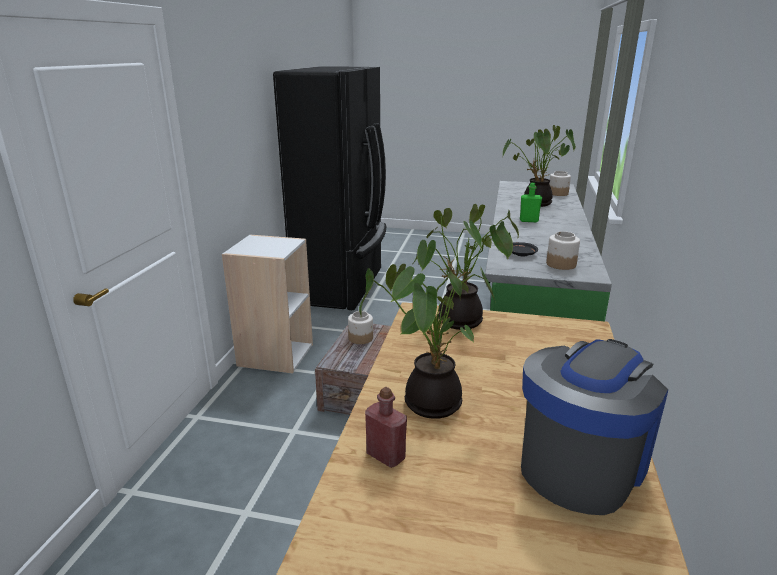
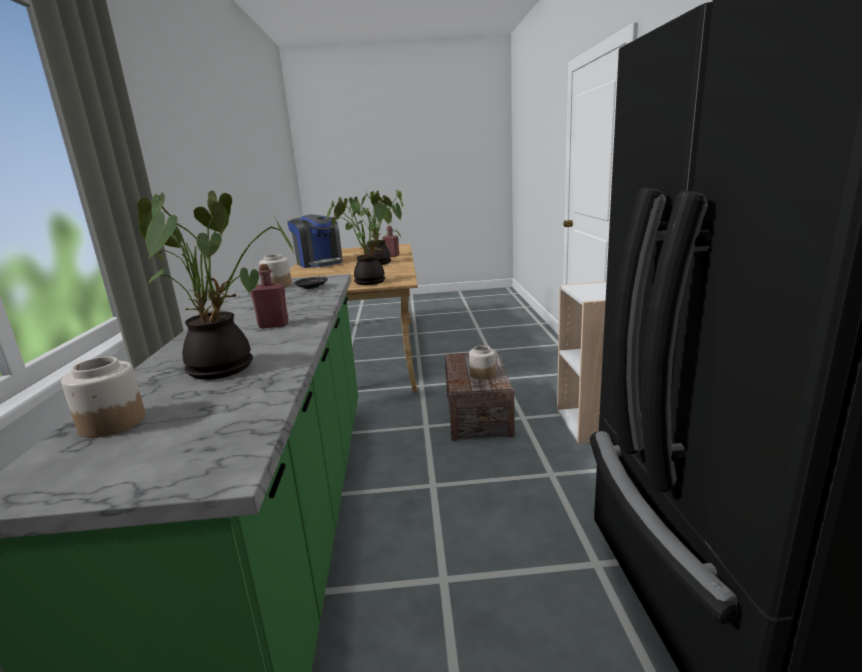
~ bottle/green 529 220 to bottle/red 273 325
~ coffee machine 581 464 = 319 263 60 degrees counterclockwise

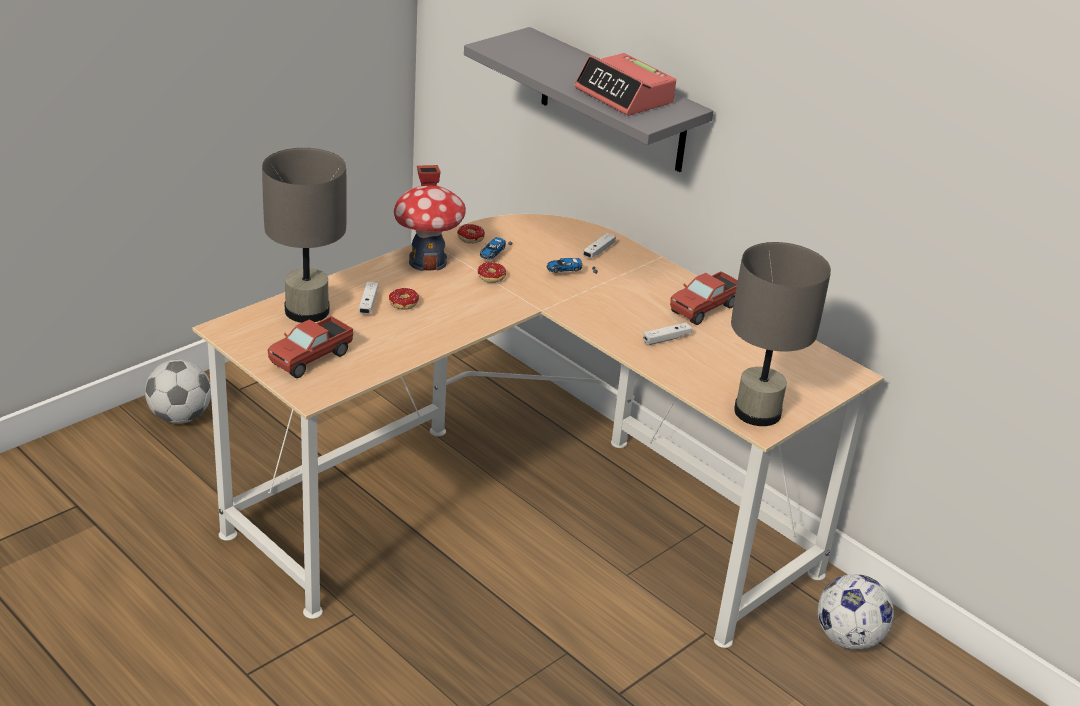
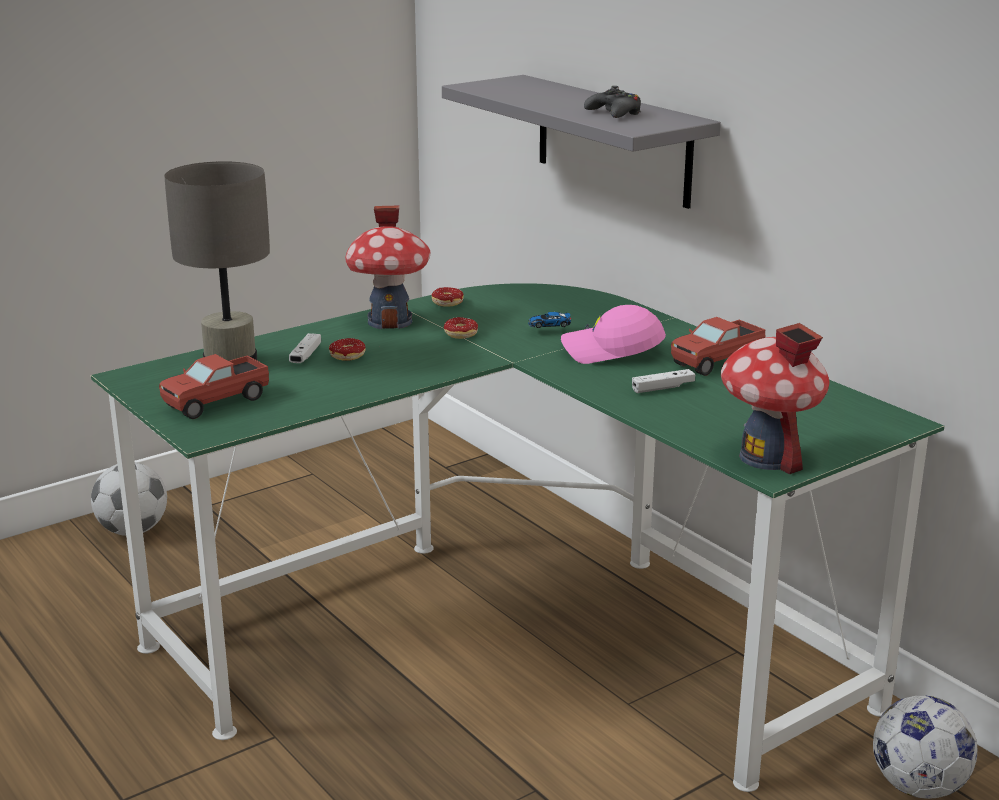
~ alarm clock 624 96 to game controller/black 614 113
~ desk/beige 524 510 to desk/green 511 631
- game controller/white 598 251
- toy car 496 253
~ table lamp/grey 757 413 to toy house 767 457
+ cap/pink 611 351

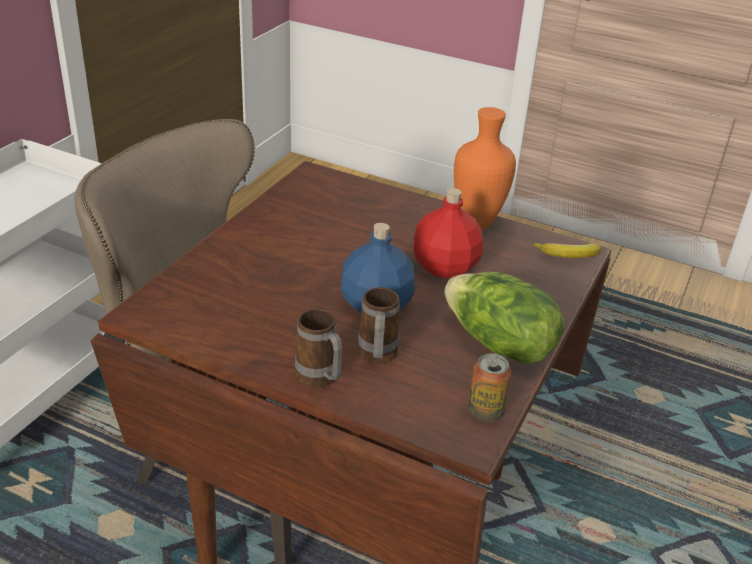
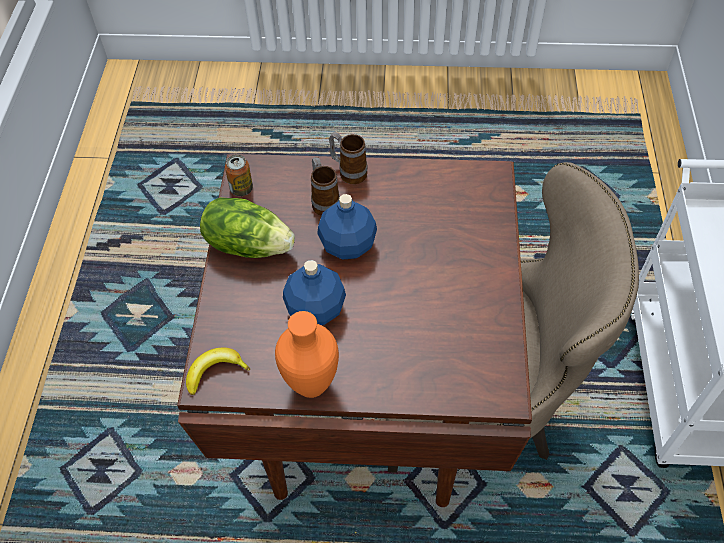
~ bottle/red 446 267 to bottle/blue 315 309

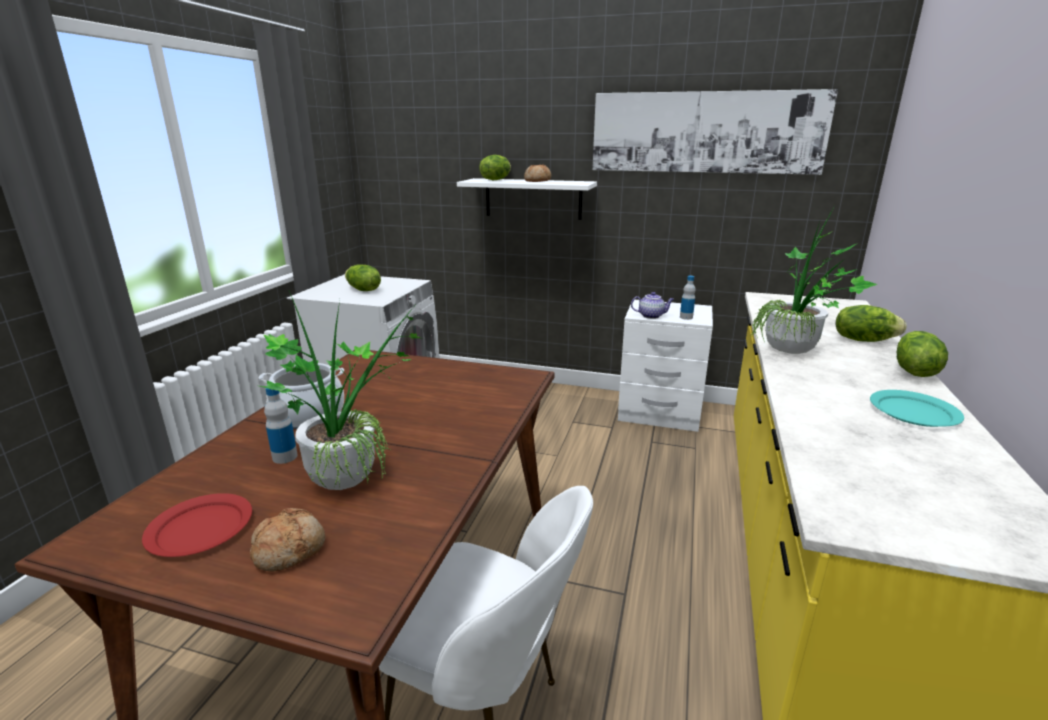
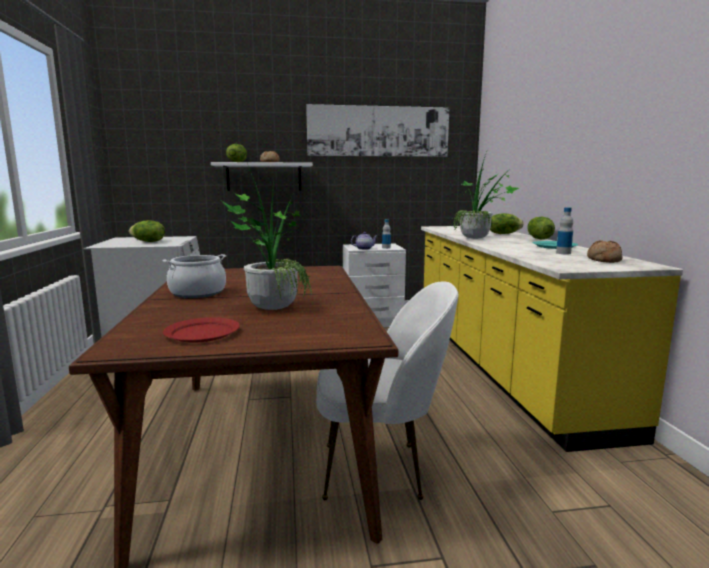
~ bottle 285 457 to 563 253
~ bread 289 549 to 603 260

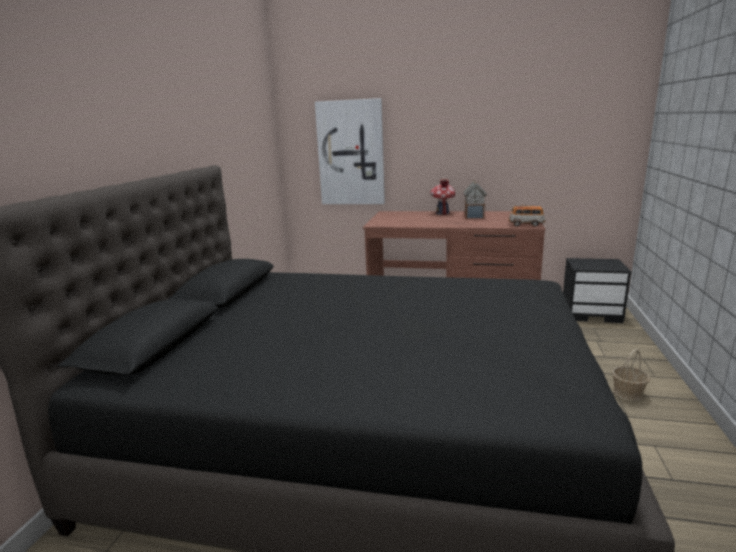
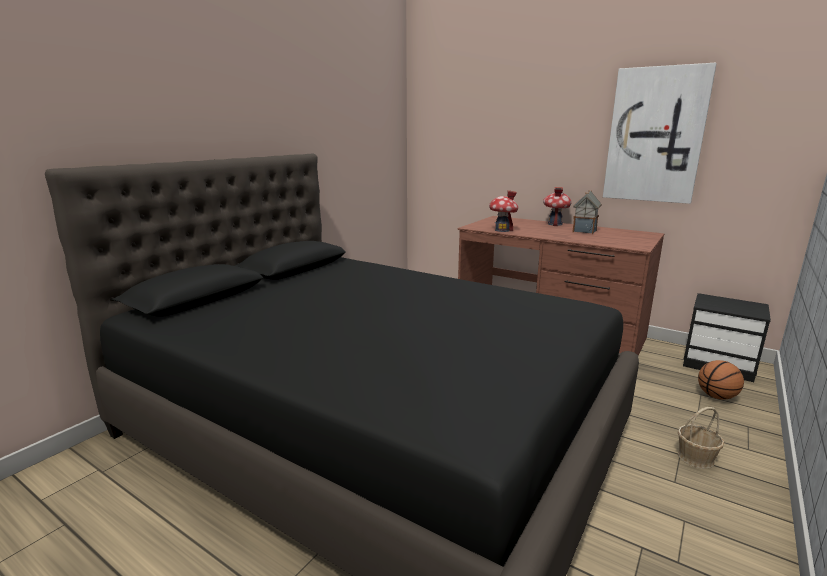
~ picture 351 153 to 655 135
- toy car 526 224
+ toy house 502 230
+ basketball 716 396

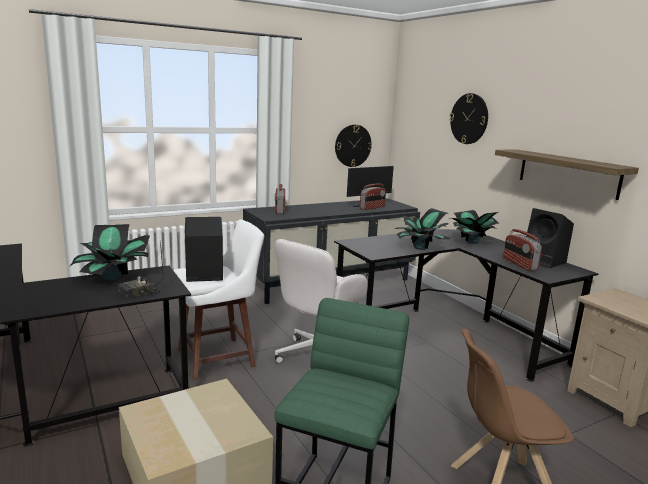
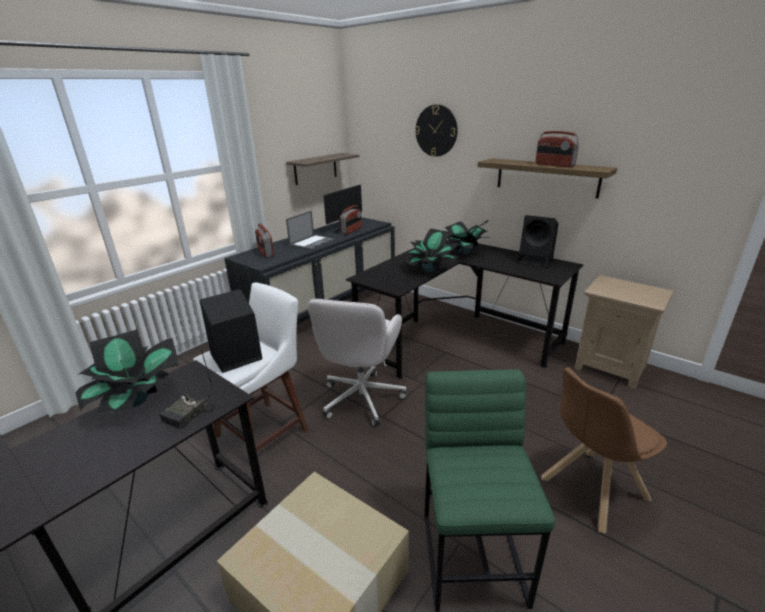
~ wall clock 353 145 to shelf 315 168
~ radio 519 264 to 554 165
+ laptop 312 243

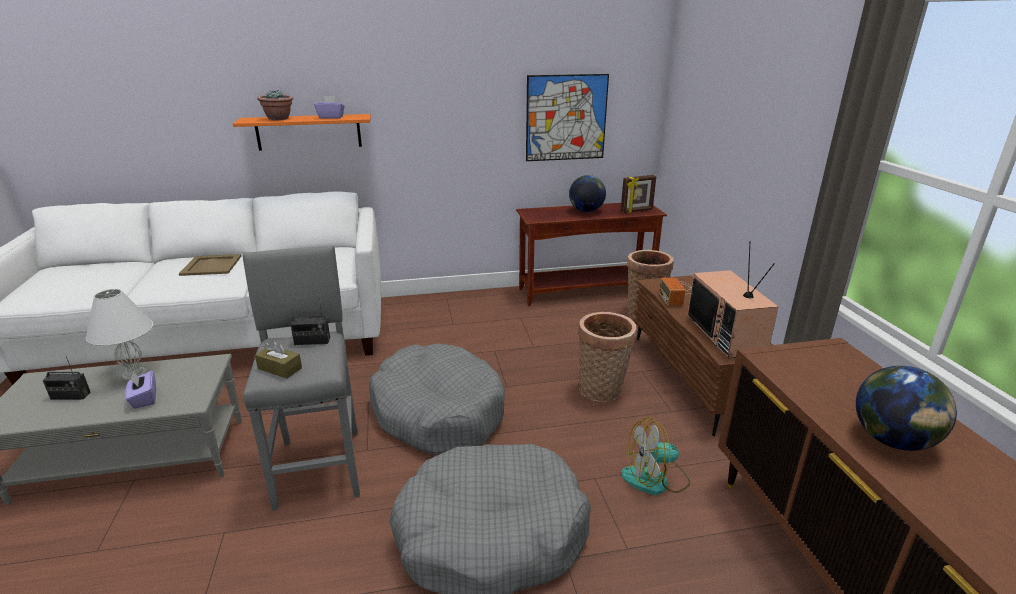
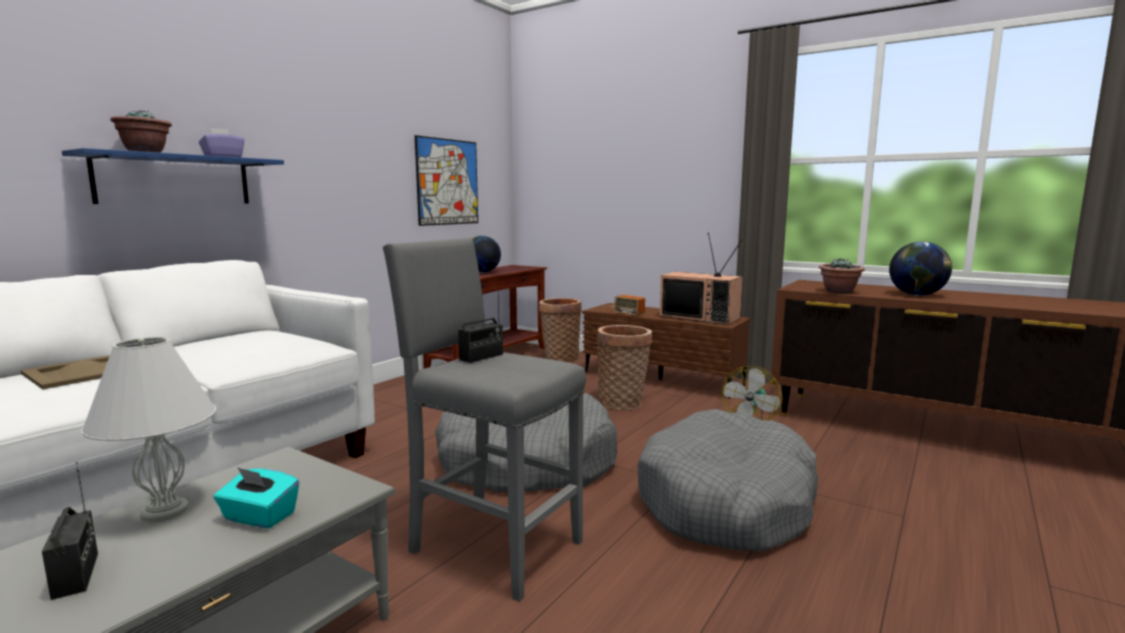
~ shelf/orange 308 132 to shelf/blue 175 180
- picture frame 637 211
- tissue box/brown 280 368
~ radio 70 396 = 76 575 75 degrees counterclockwise
~ tissue box/purple 144 399 to tissue box/turquoise 259 517
+ potted plant 839 292

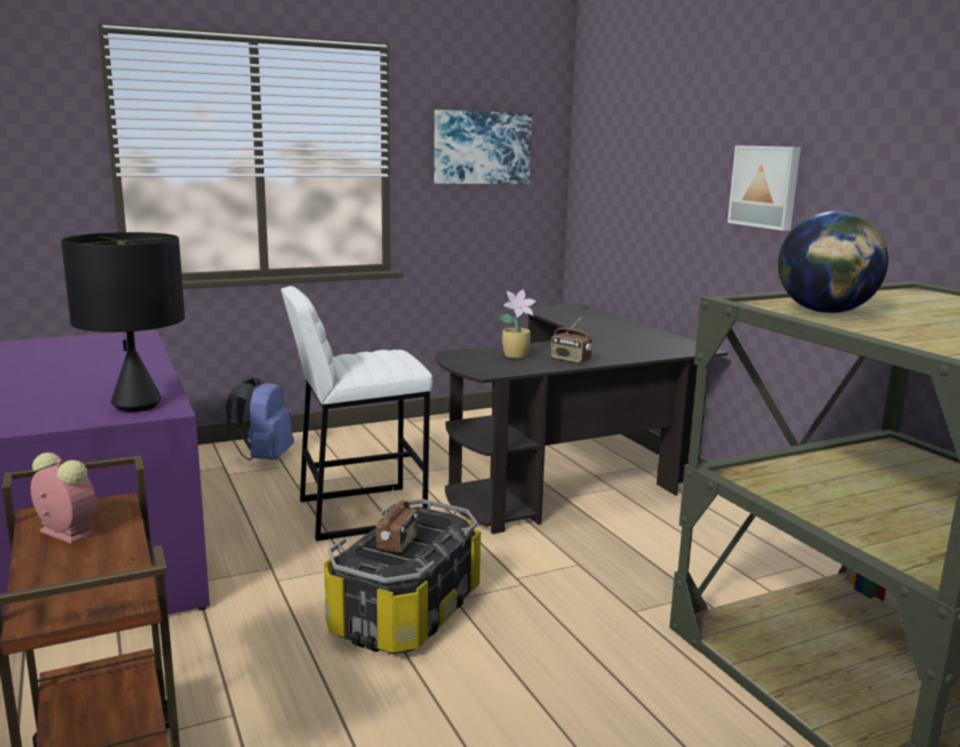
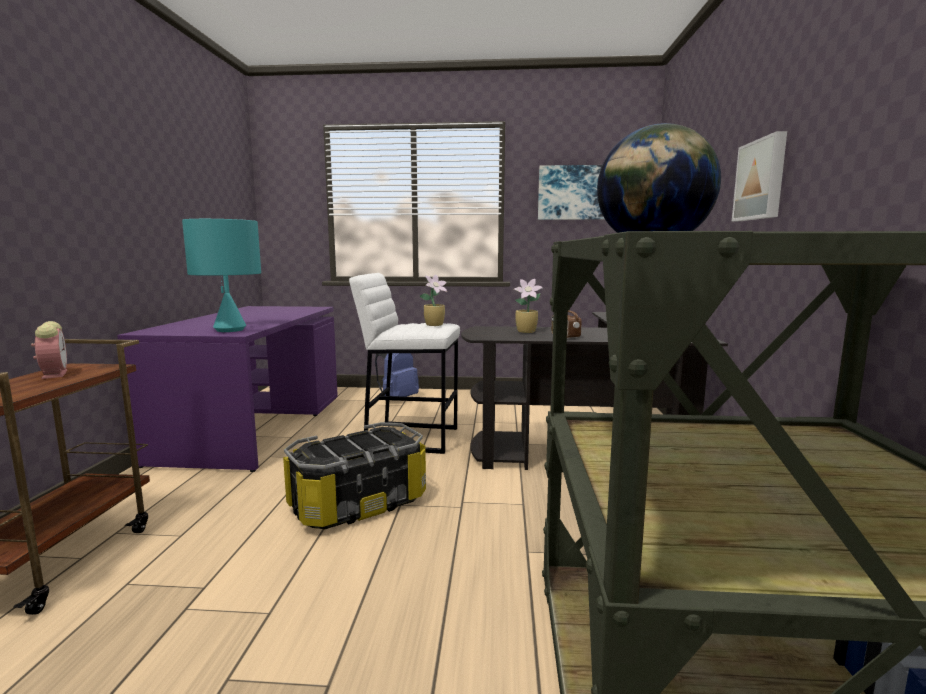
~ table lamp/black 137 406 to table lamp/turquoise 230 330
- radio 398 544
+ potted plant 435 325

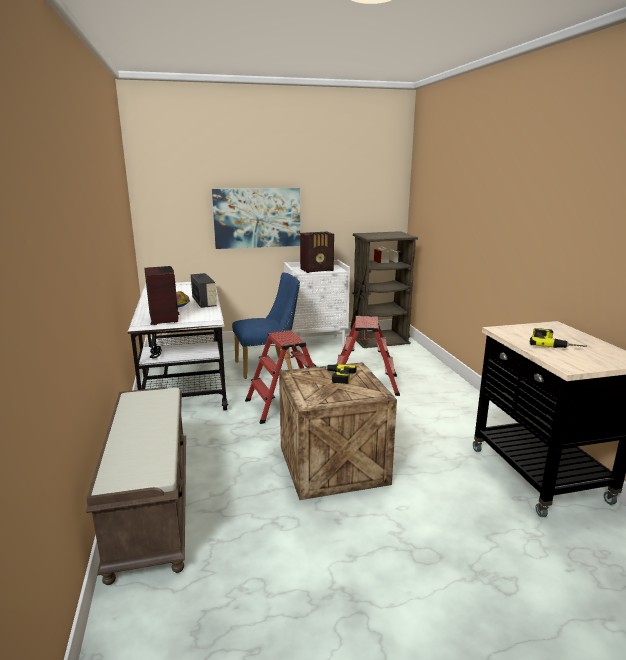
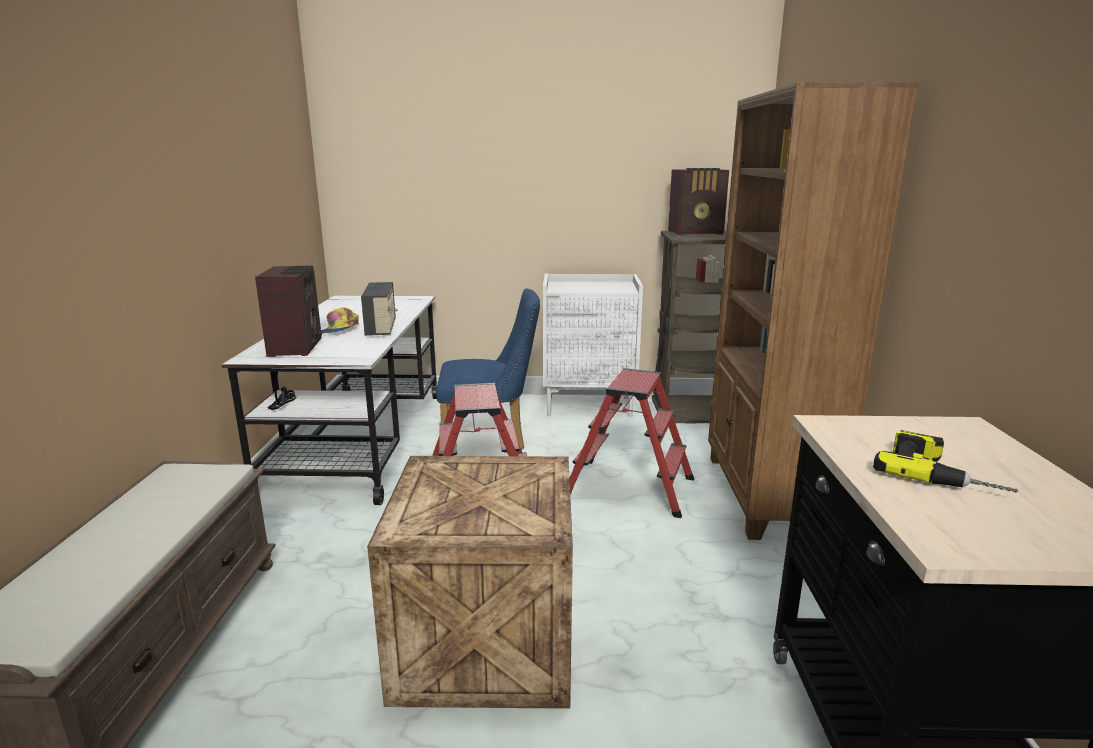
- picture 257 218
~ radio 317 270 to 696 233
- power drill 332 376
+ bookcase/brown 765 496

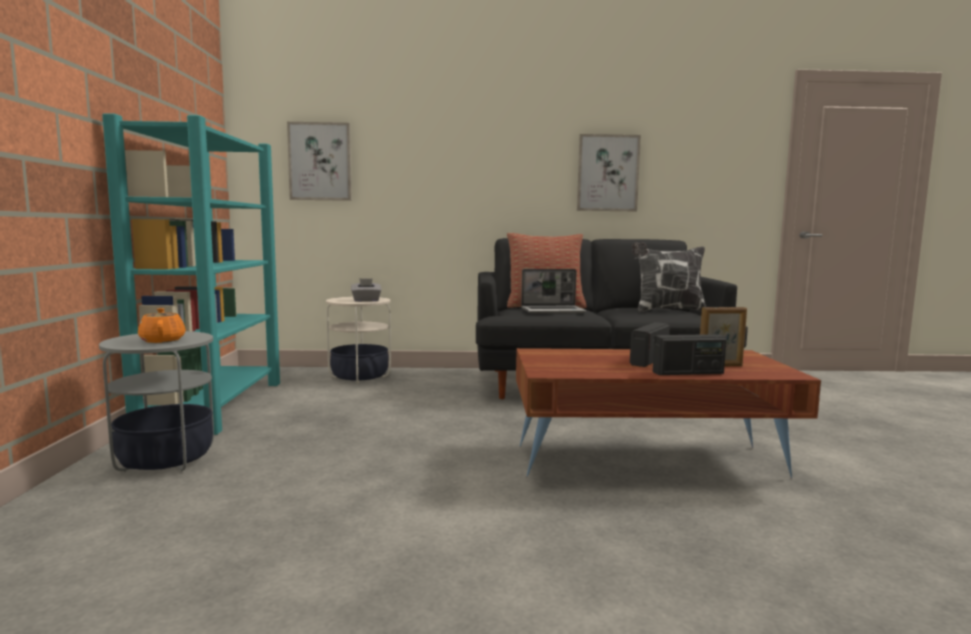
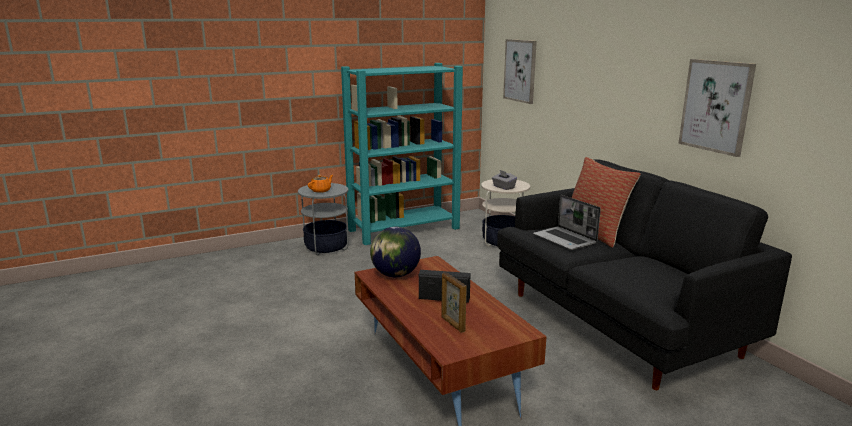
- pillow 667 311
- radio 688 373
+ globe 395 275

